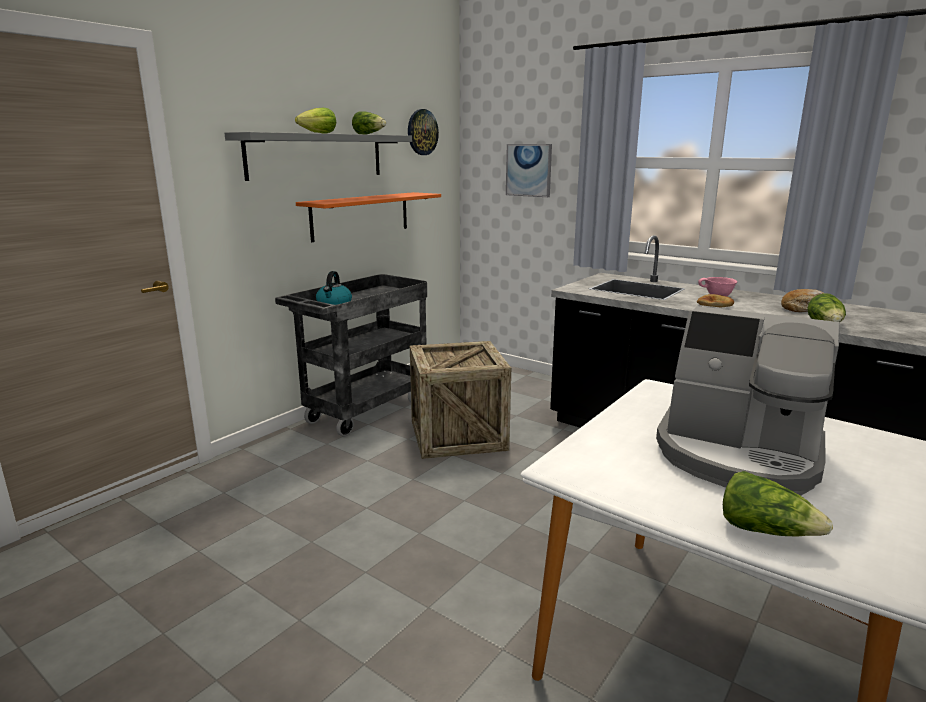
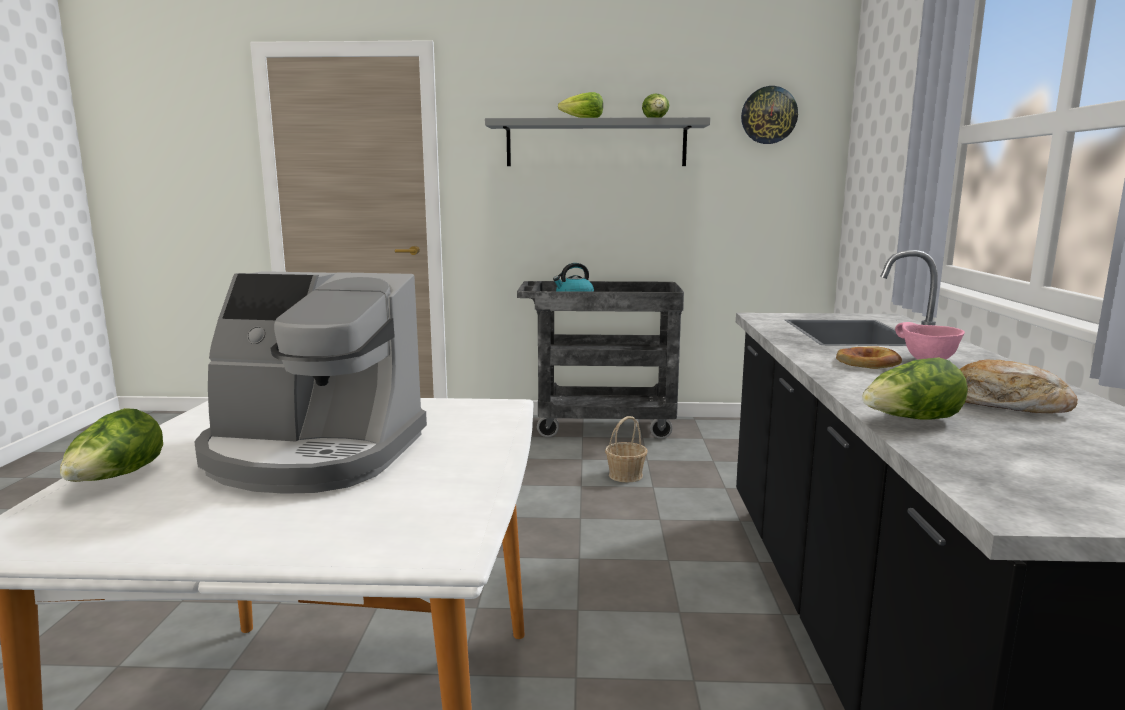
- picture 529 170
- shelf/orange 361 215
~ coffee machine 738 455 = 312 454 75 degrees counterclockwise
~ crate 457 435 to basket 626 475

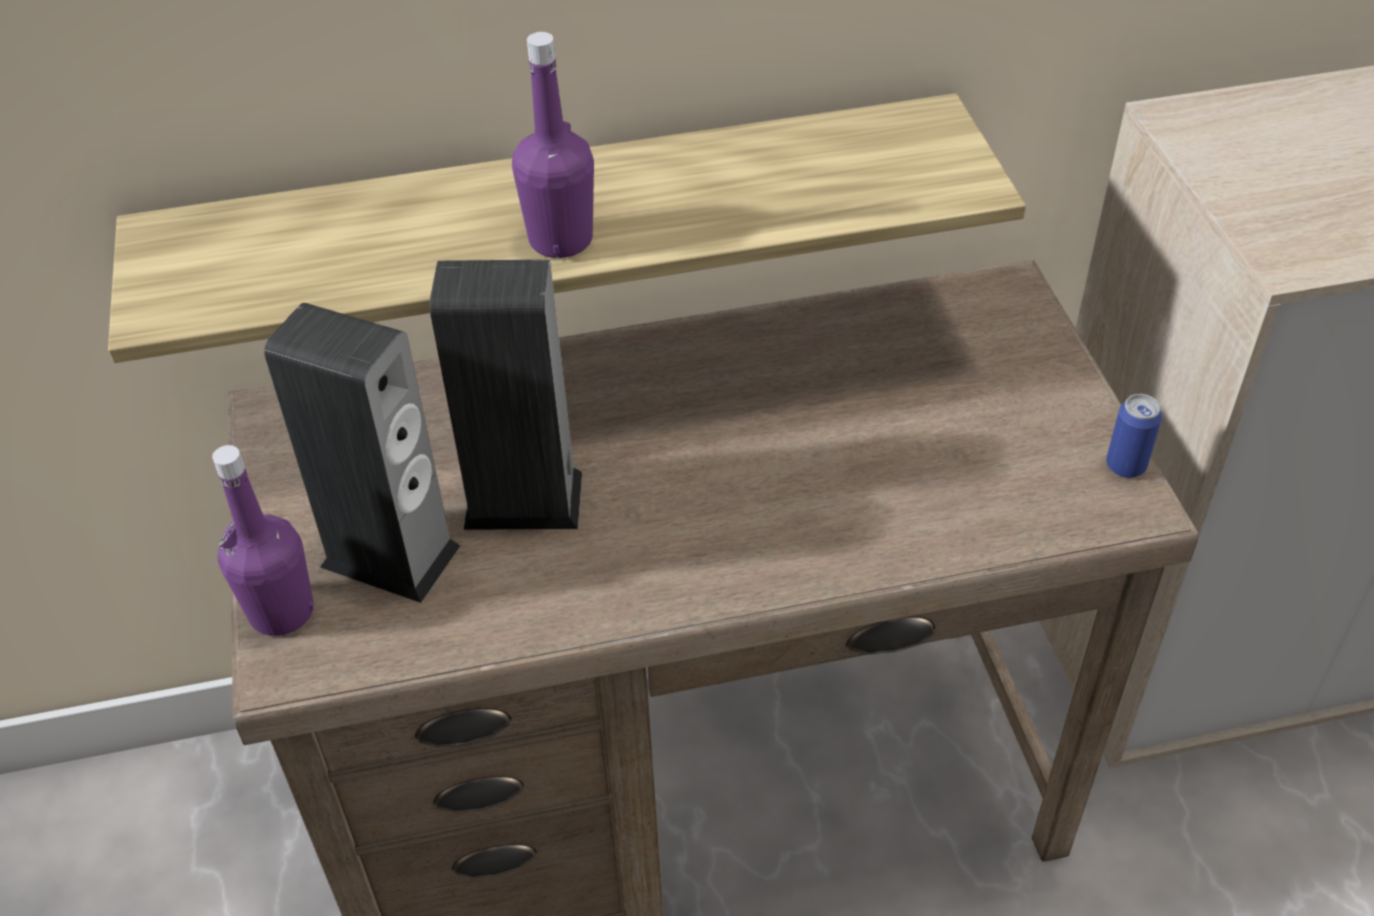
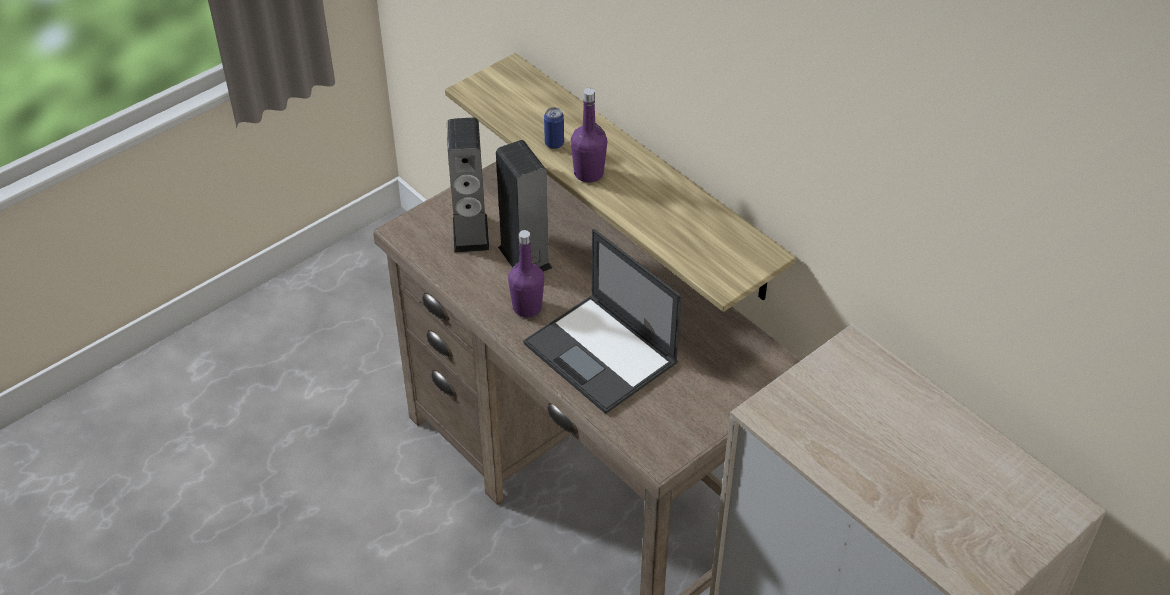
~ can 1125 466 to 554 143
~ bottle/purple 281 612 to 527 307
+ laptop 602 354

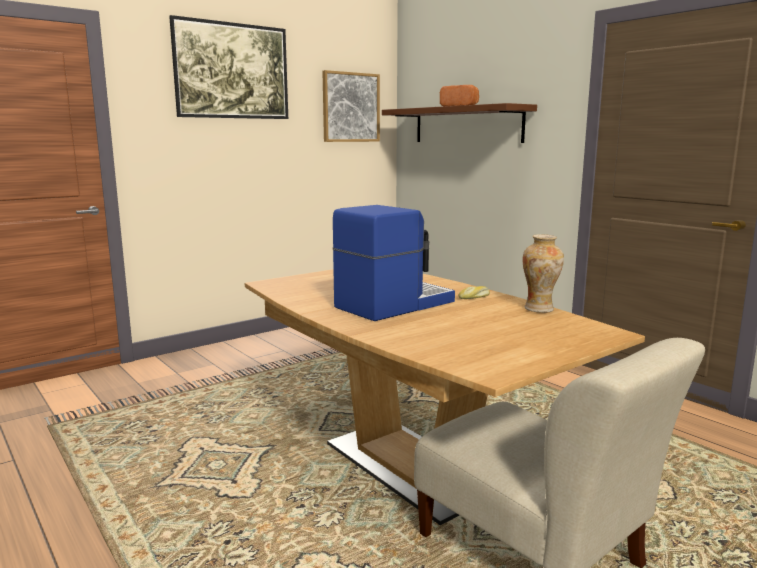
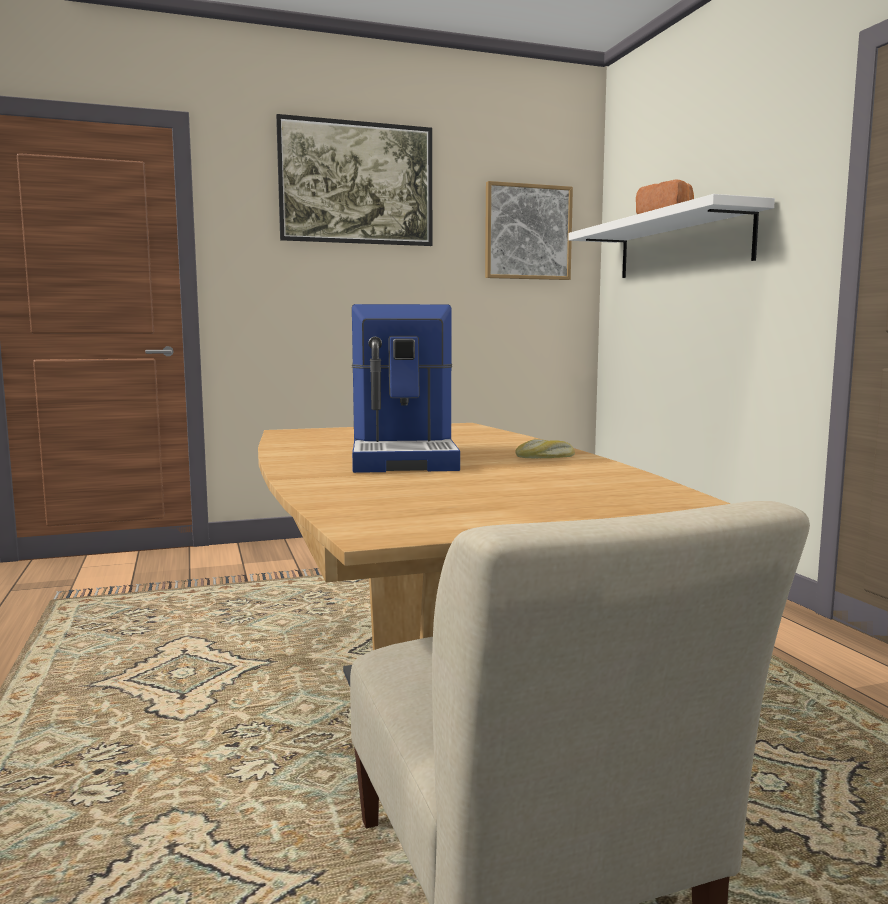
~ shelf/brown 466 125 to shelf/white 682 245
~ coffee machine 393 304 = 405 457 105 degrees clockwise
- vase 539 309

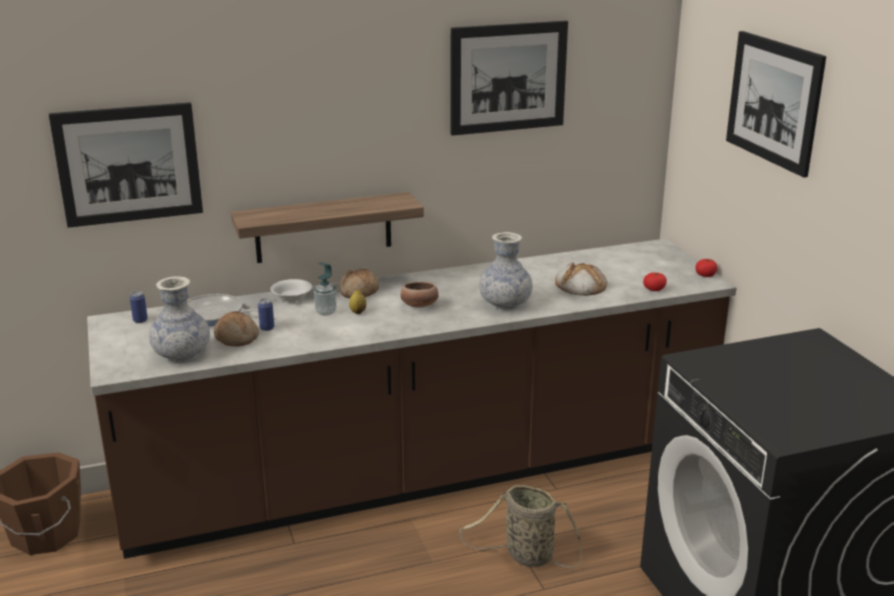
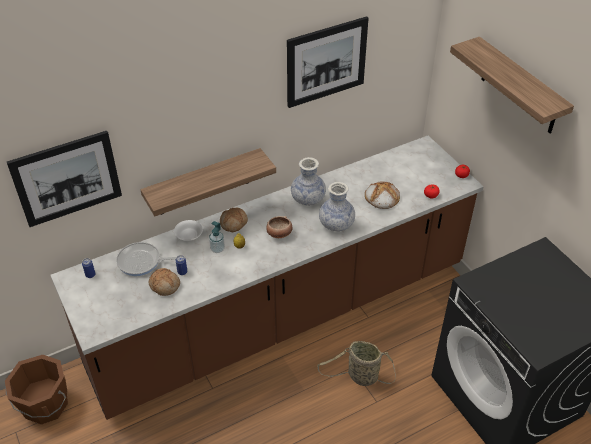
~ picture 774 101 to shelf 519 87
~ vase 182 355 to 308 199

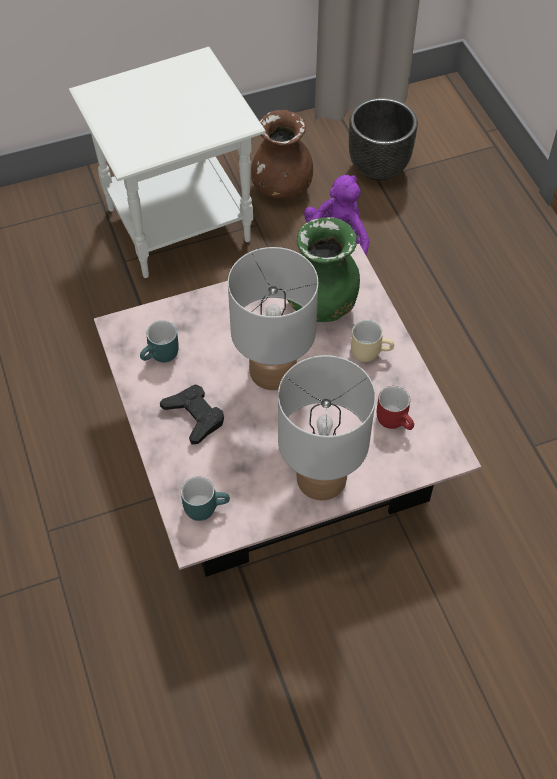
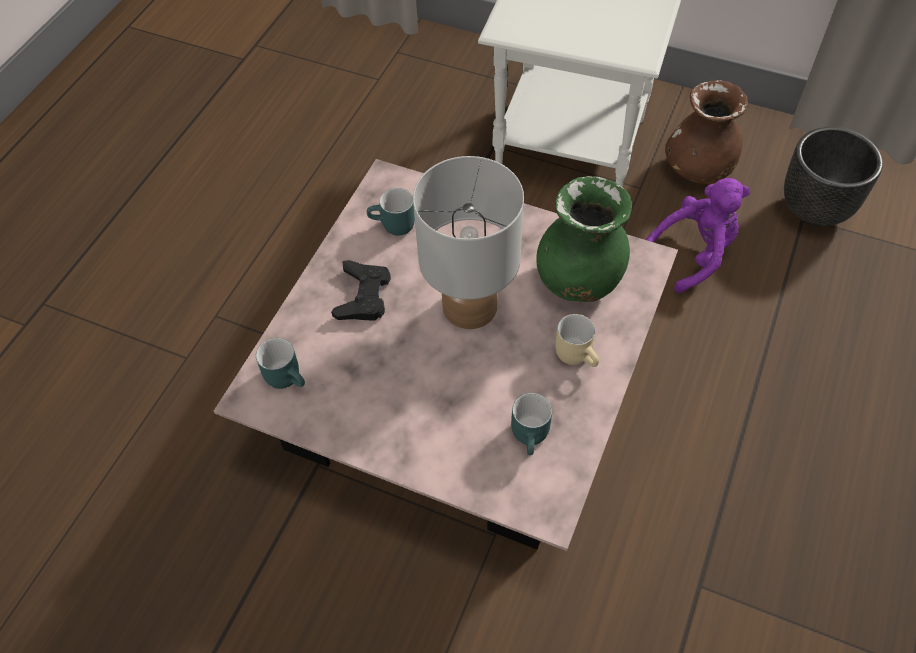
- table lamp/grey 320 478
~ mug/red 396 420 to mug/turquoise 532 436

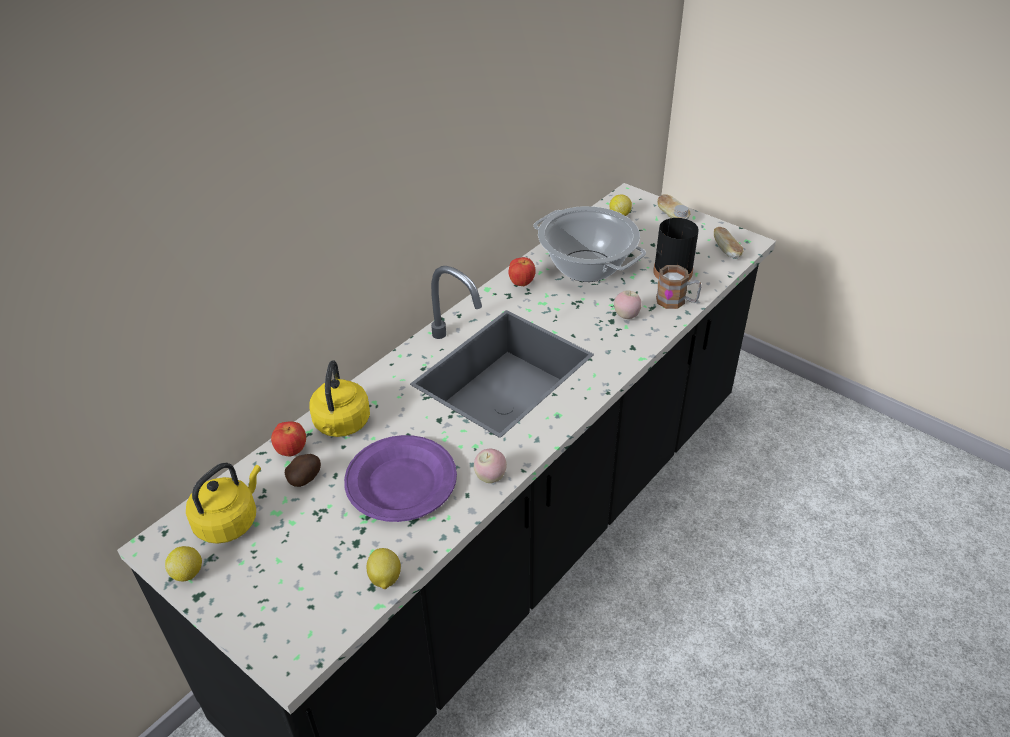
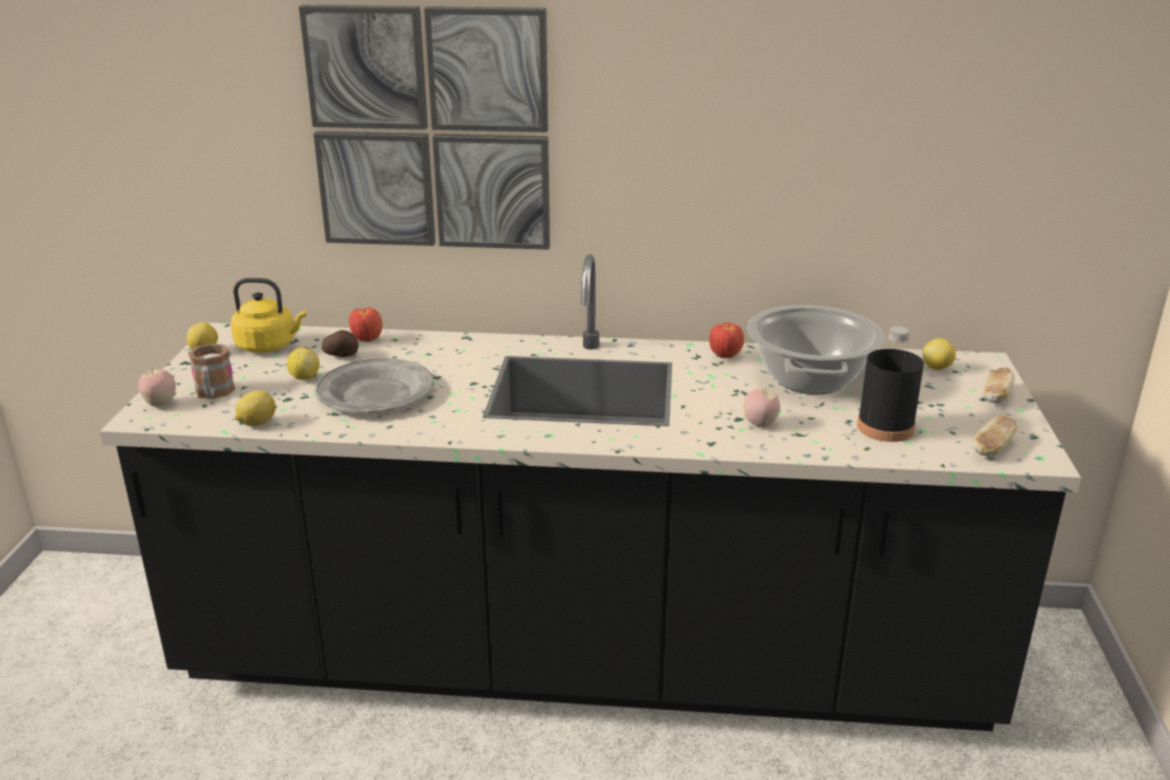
~ mug 676 301 to 214 394
- kettle/yellow 341 425
~ plate/purple 402 483 to plate/grey 375 393
~ apple 490 477 to 160 404
+ picture 431 130
+ lemon 304 377

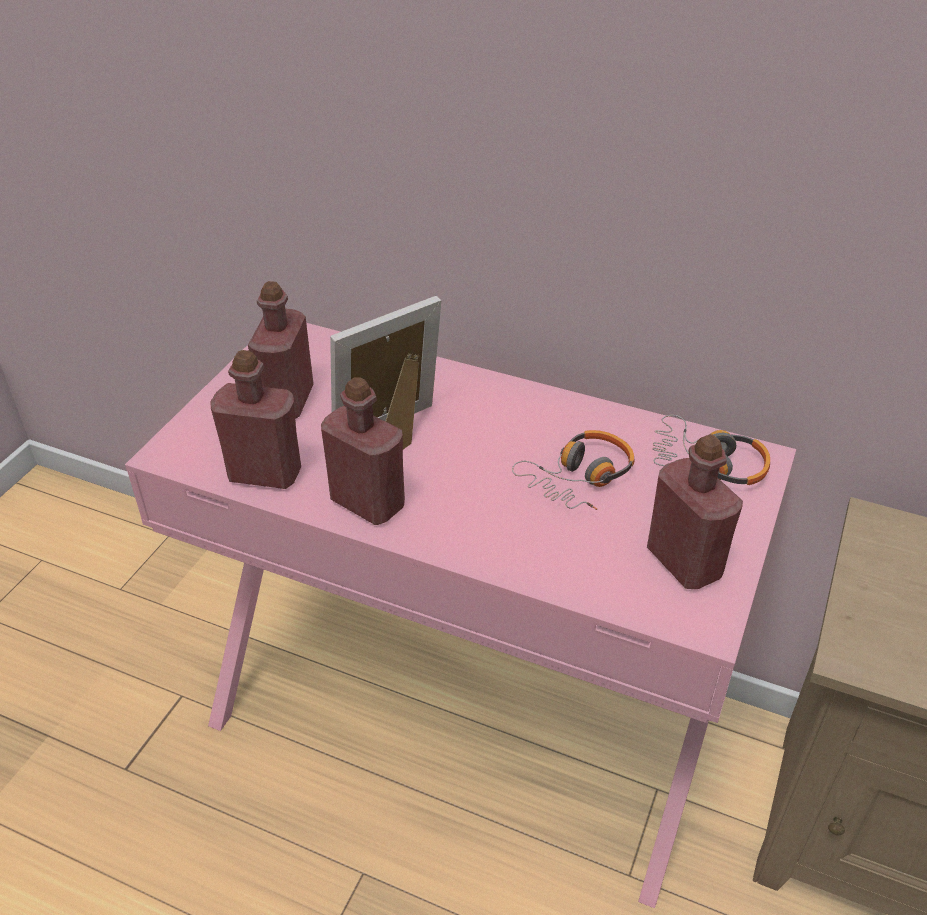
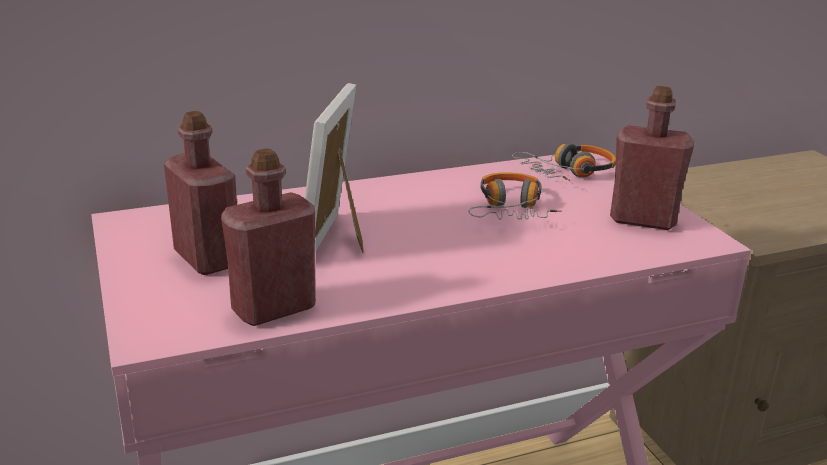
- bottle/red 367 503

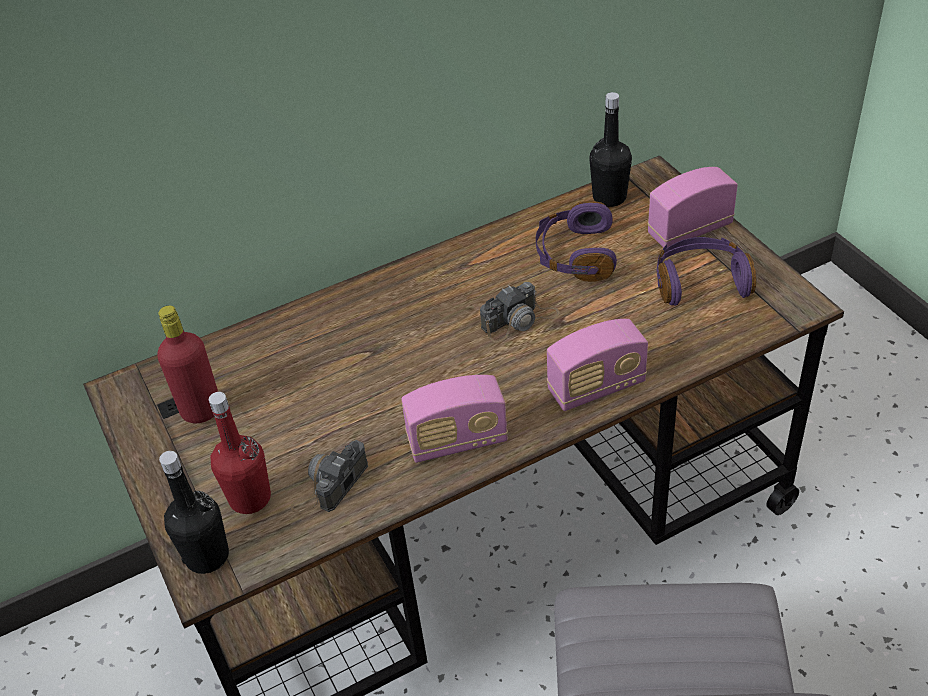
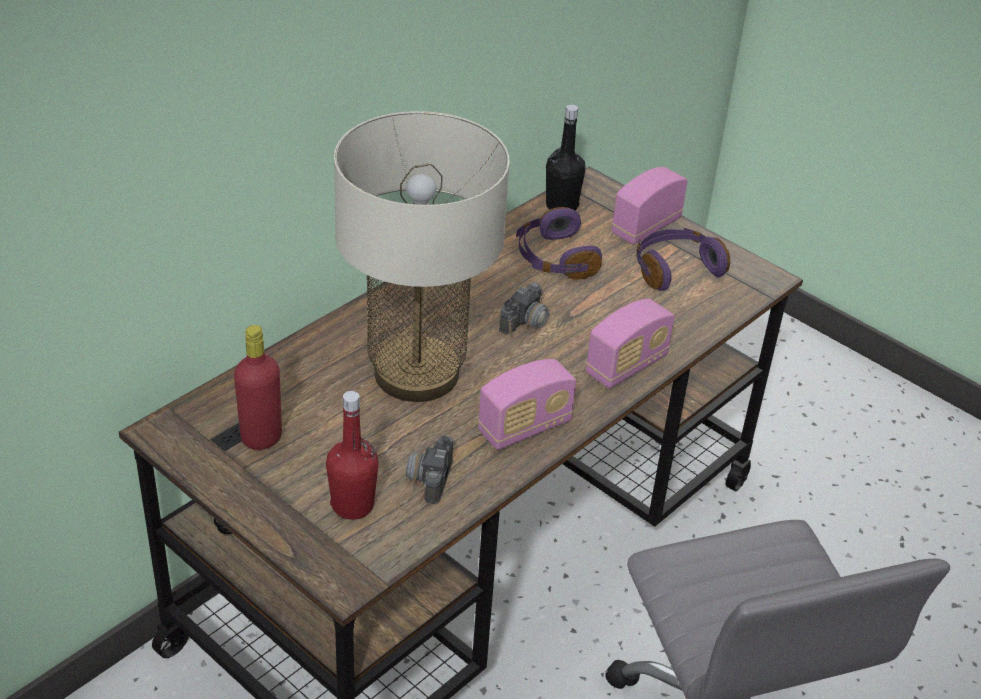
- bottle/black 207 556
+ table lamp 416 374

